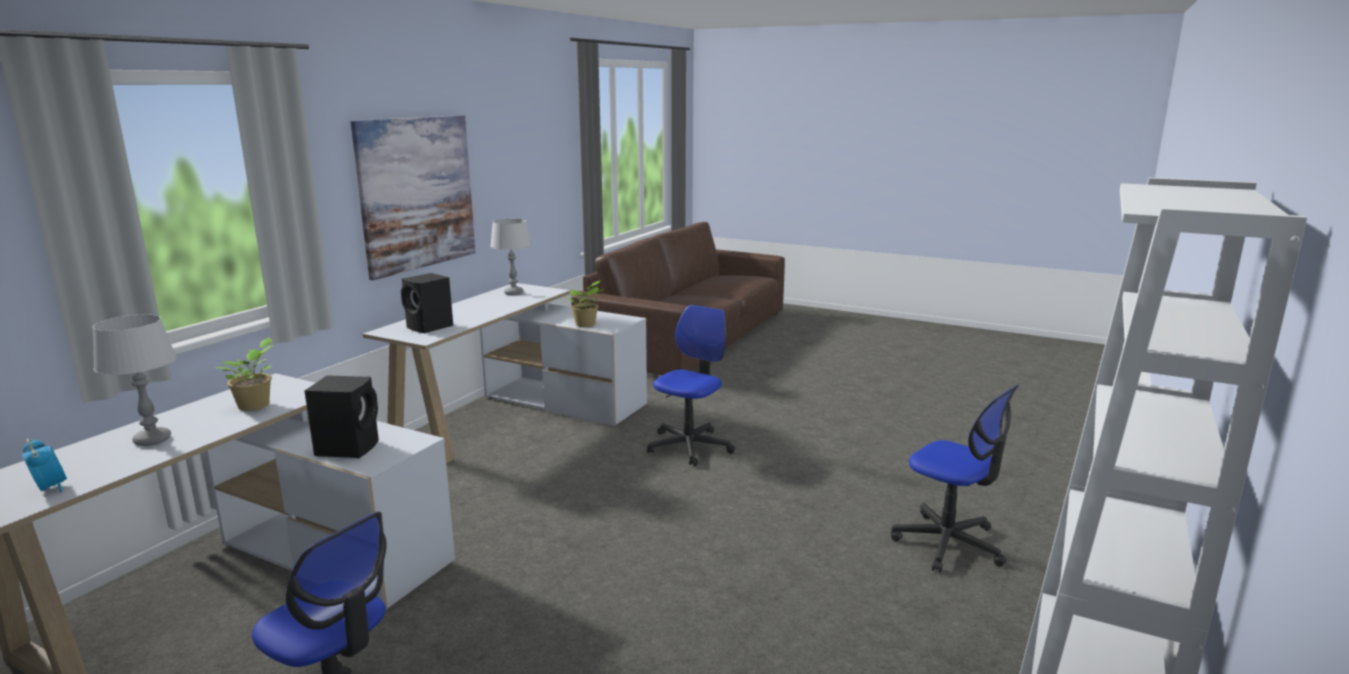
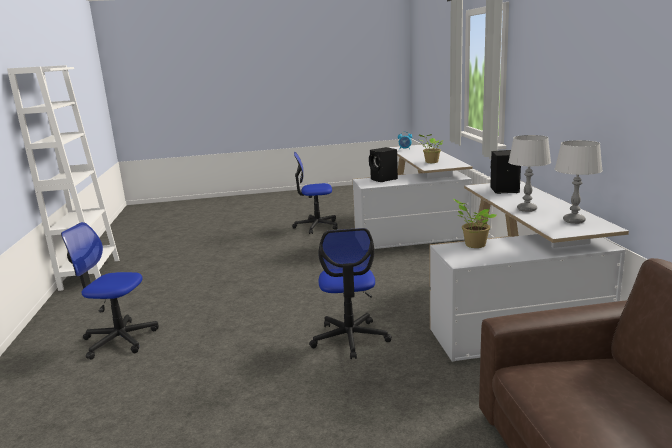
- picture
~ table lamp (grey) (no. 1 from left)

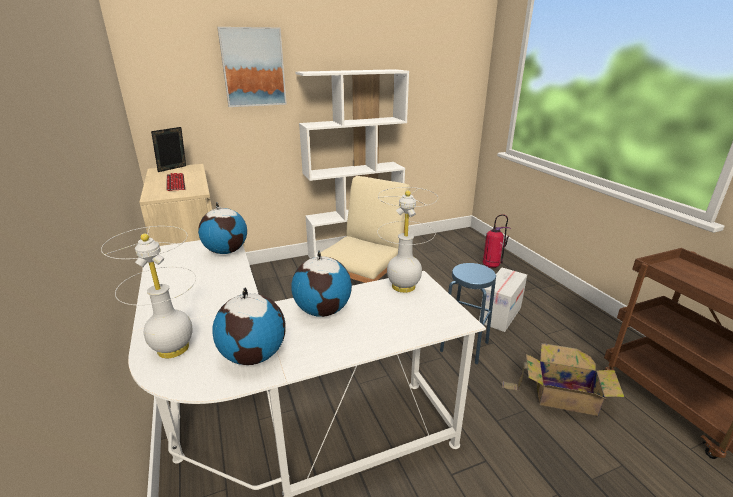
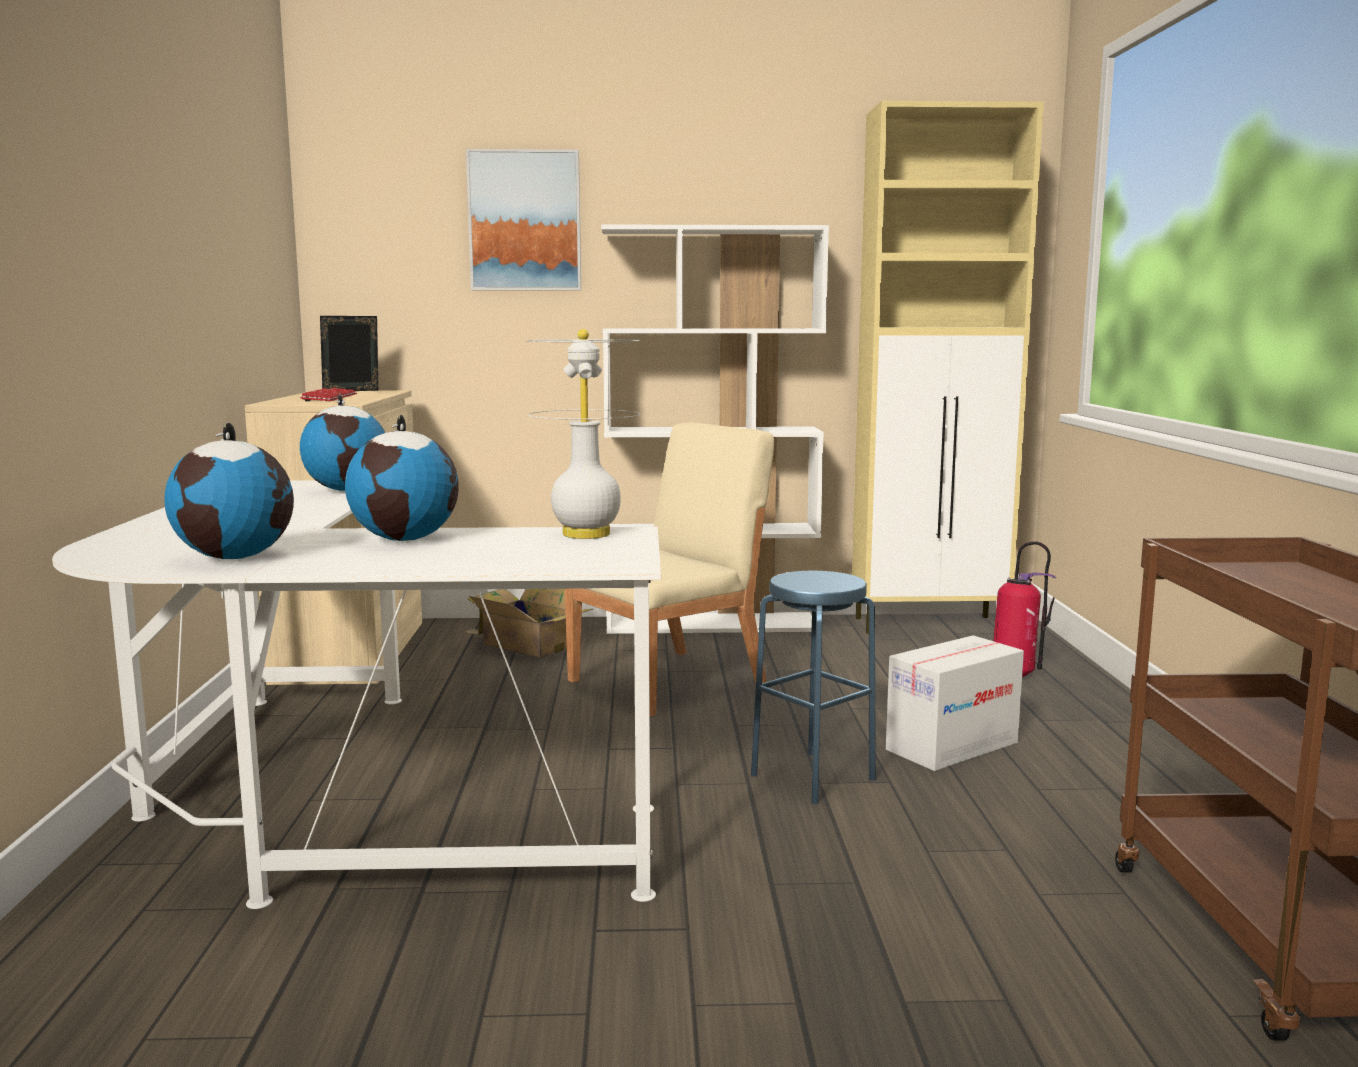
- table lamp (white) (no. 1 from left)
~ cardboard box (no. 2 from left in the first image) to cardboard box (no. 1 from left)
+ cabinet (beige) (no. 2 from left)

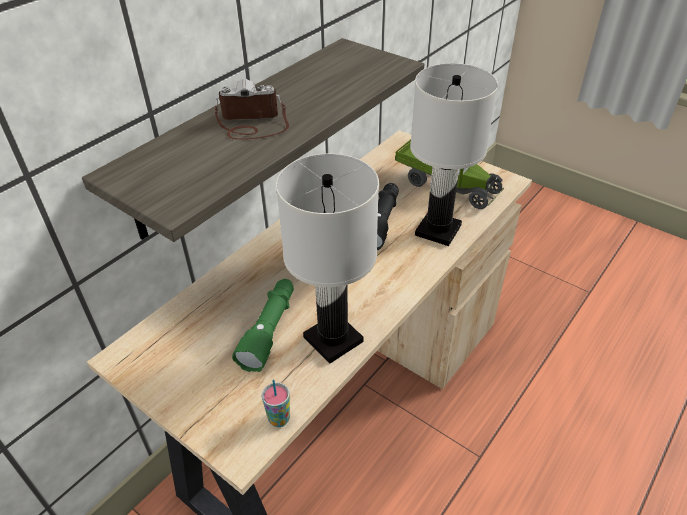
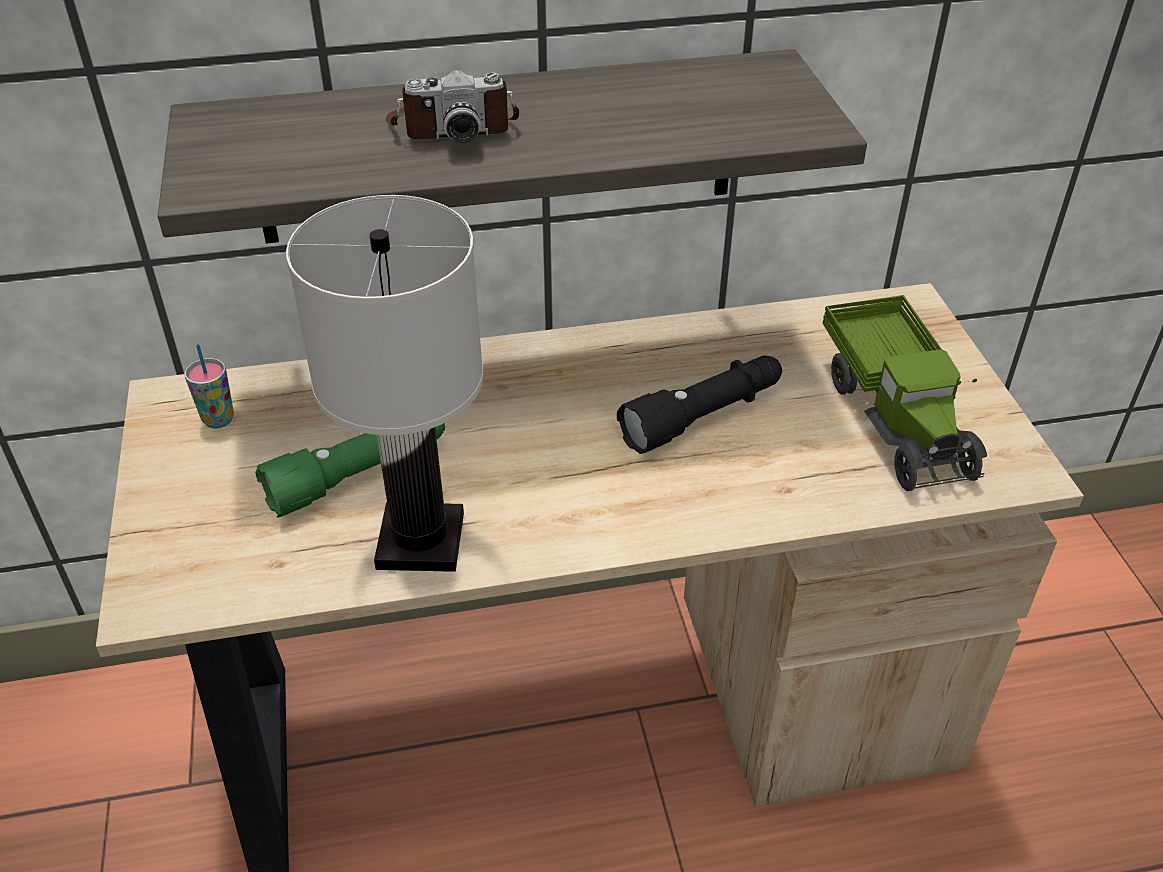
- table lamp (white) (no. 2 from left)
~ photo camera 135 degrees clockwise
~ cup

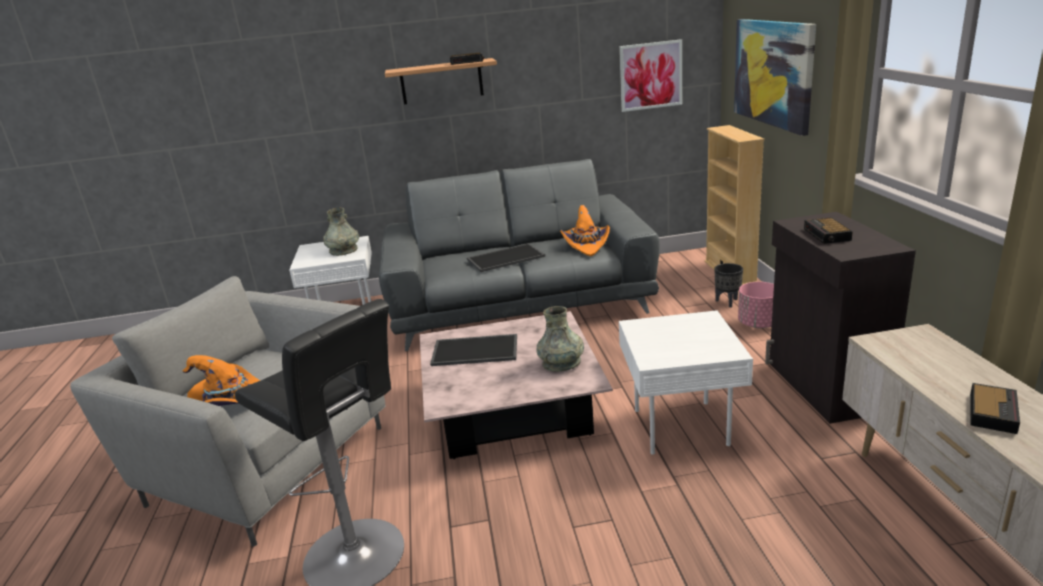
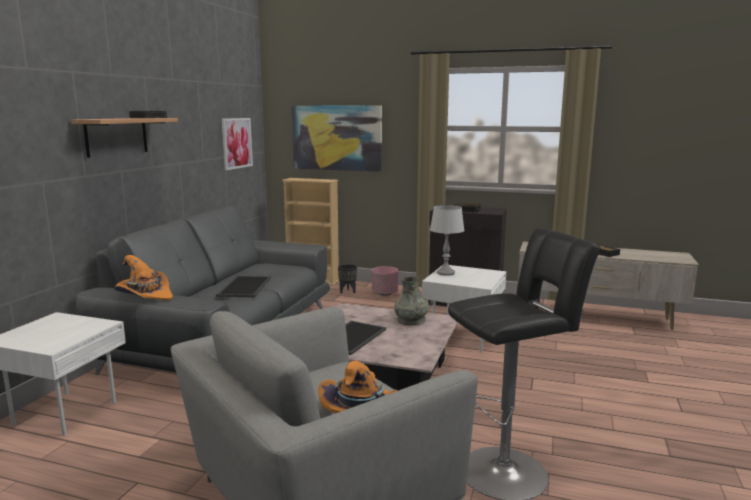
~ hat (orange) (no. 2 from left in the first image) to hat (orange) (no. 1 from left)
- vase (grey) (no. 1 from left)
+ table lamp (grey)

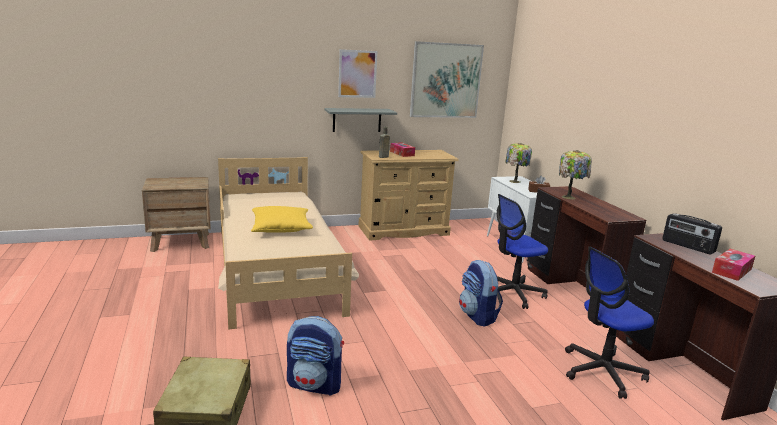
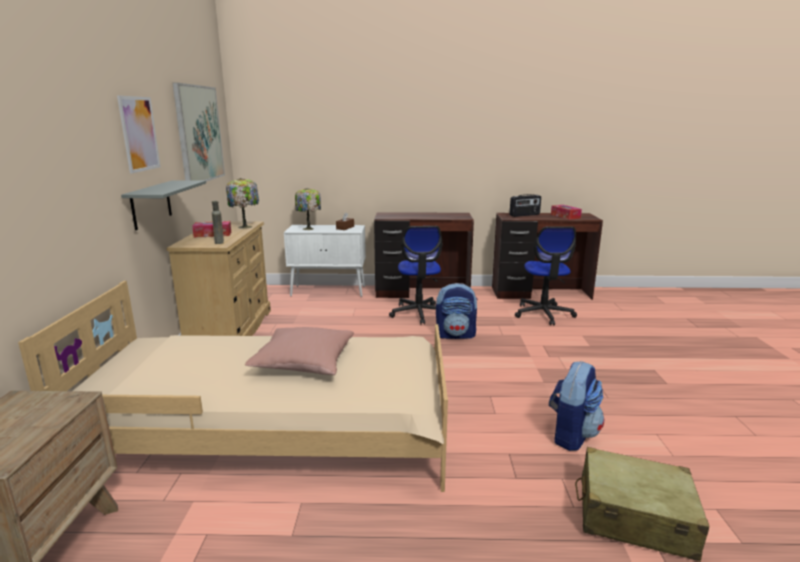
~ table lamp (no. 2 from left in the first image) to table lamp (no. 1 from left)
~ pillow (yellow) to pillow (pink)

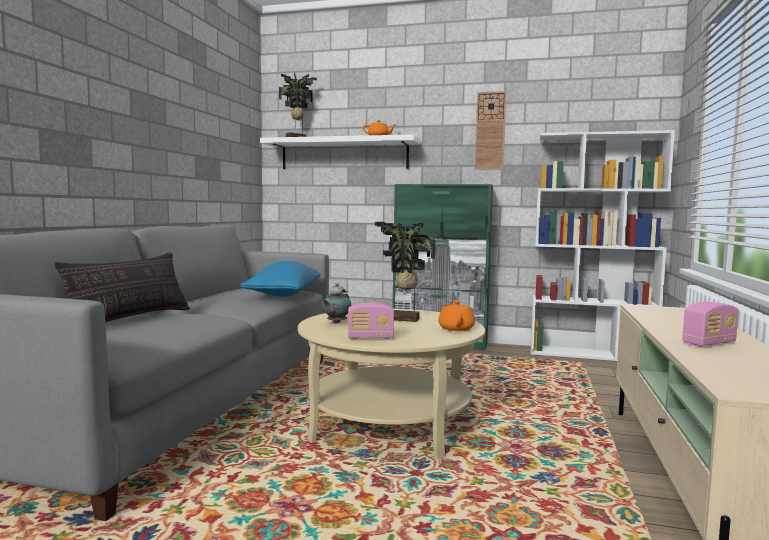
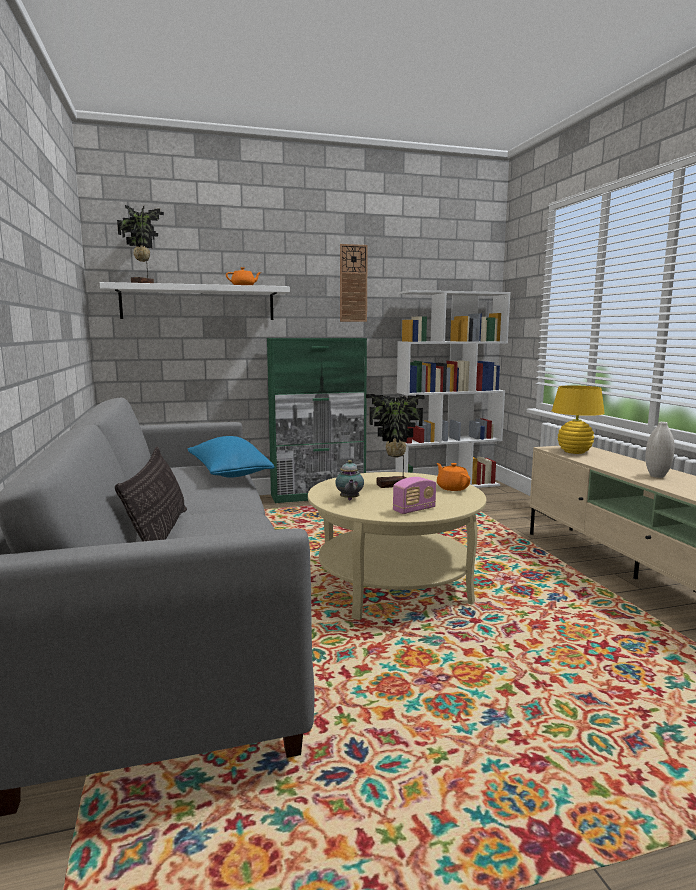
~ radio (no. 2 from left) to vase (white)
+ table lamp (yellow)

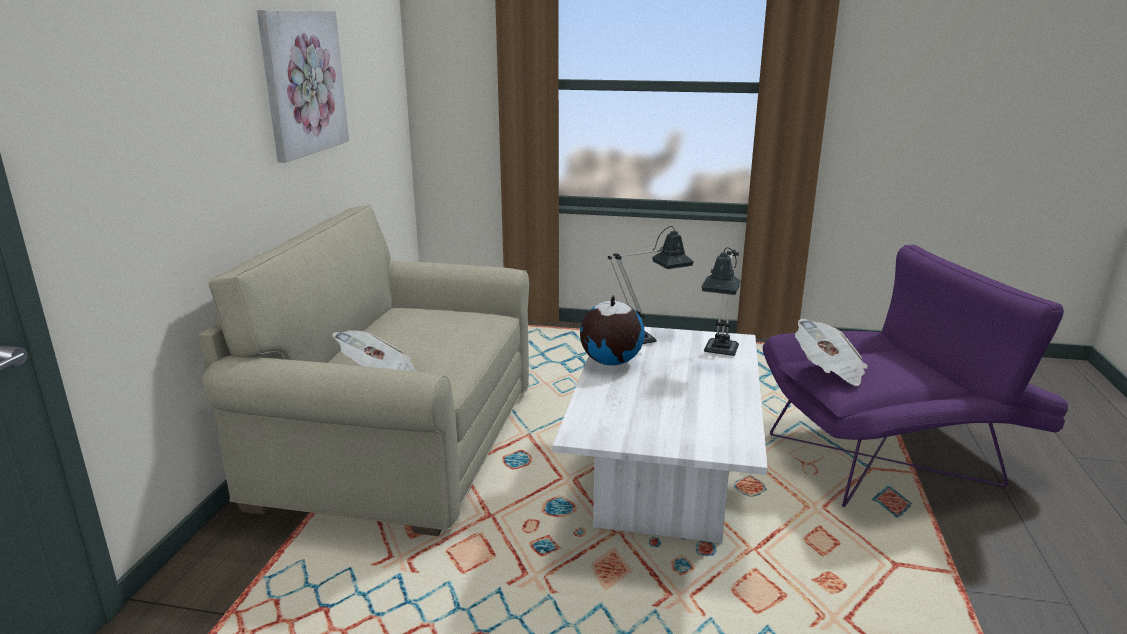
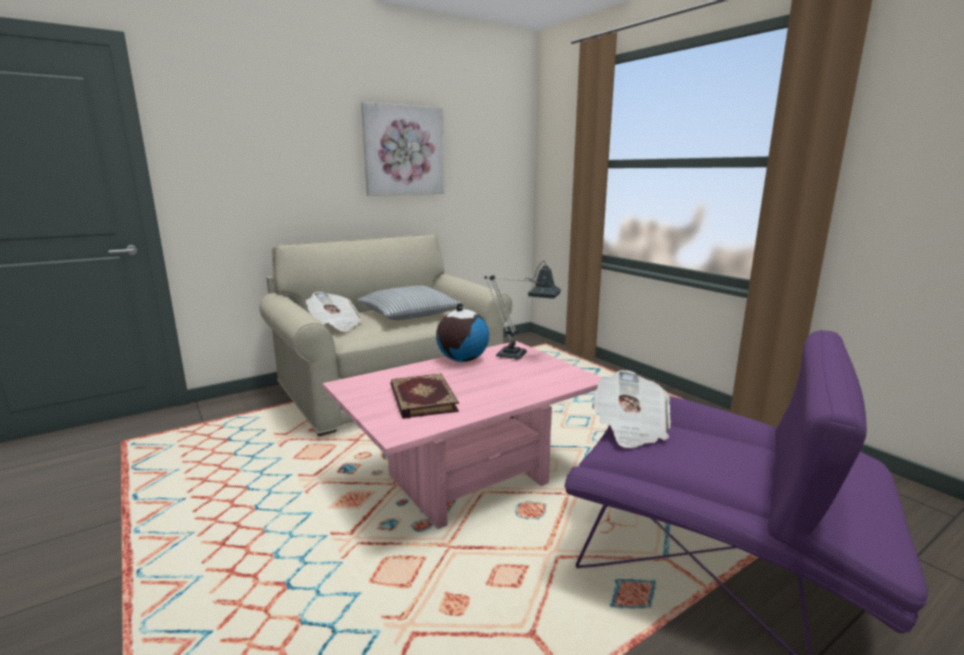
- table lamp (no. 2 from left)
~ coffee table (white) to coffee table (pink)
+ pillow
+ book

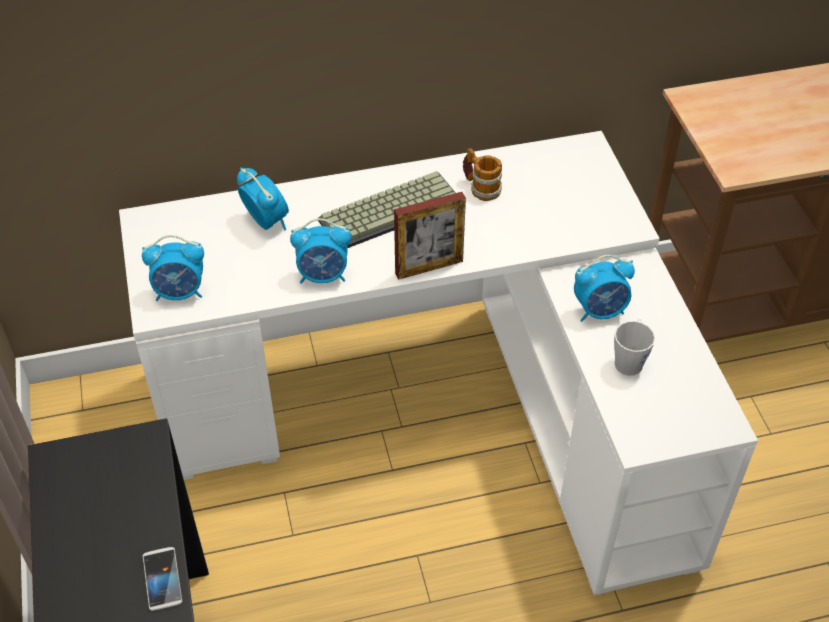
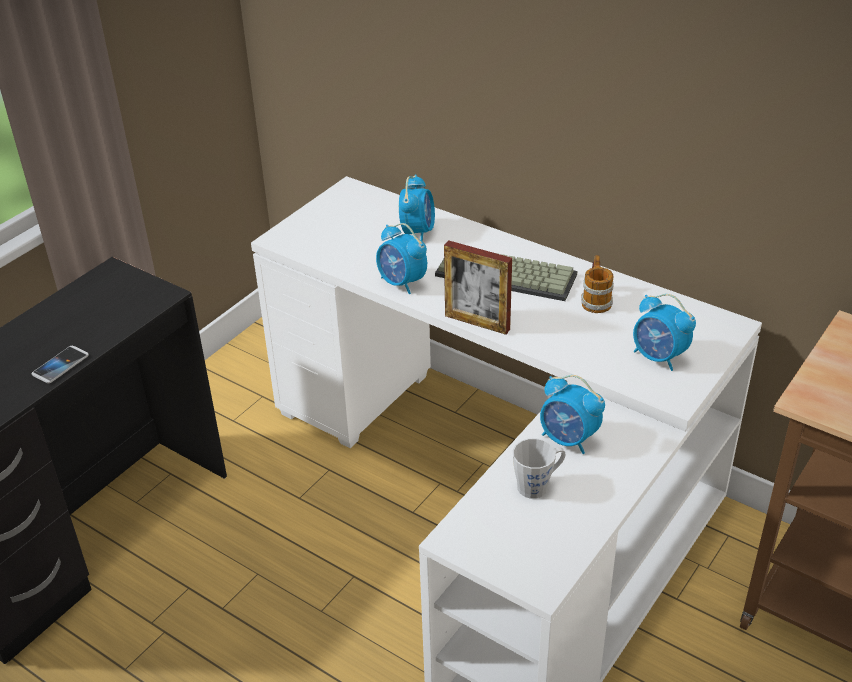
~ alarm clock (no. 1 from left in the first image) to alarm clock (no. 4 from left)

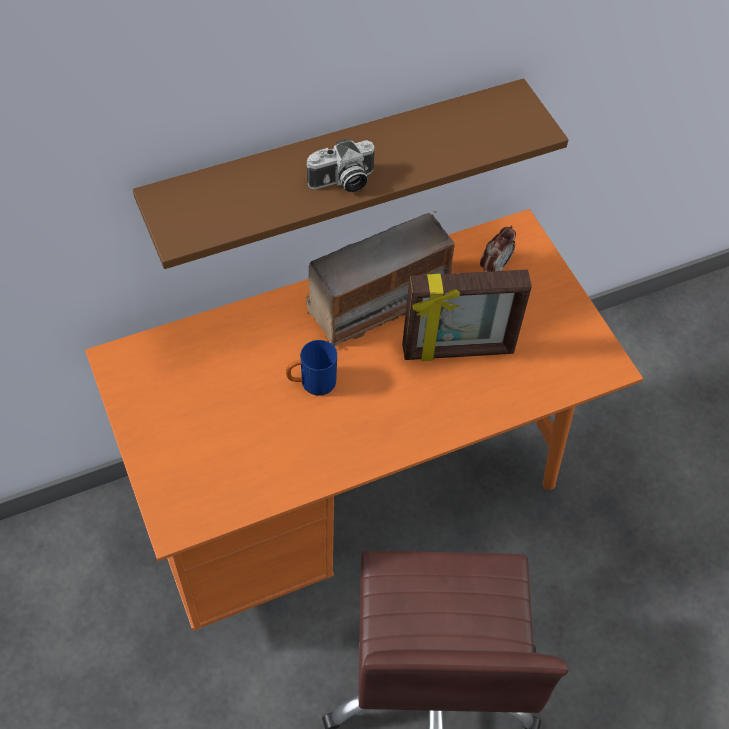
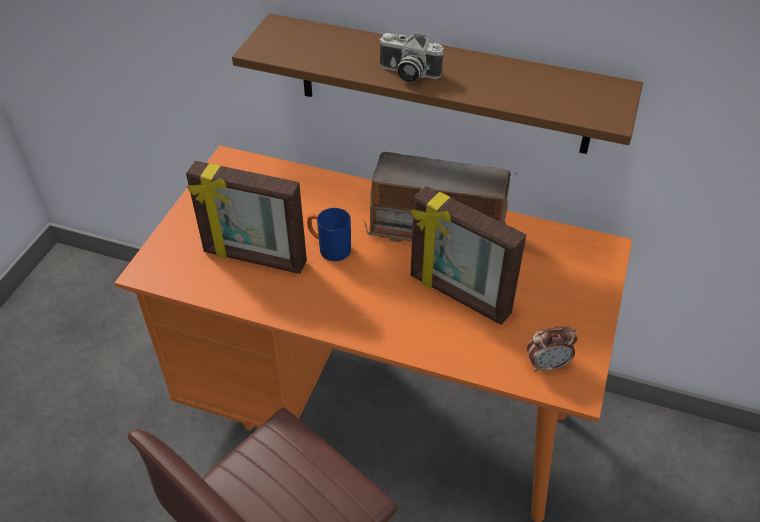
~ alarm clock
+ picture frame (no. 1 from left)

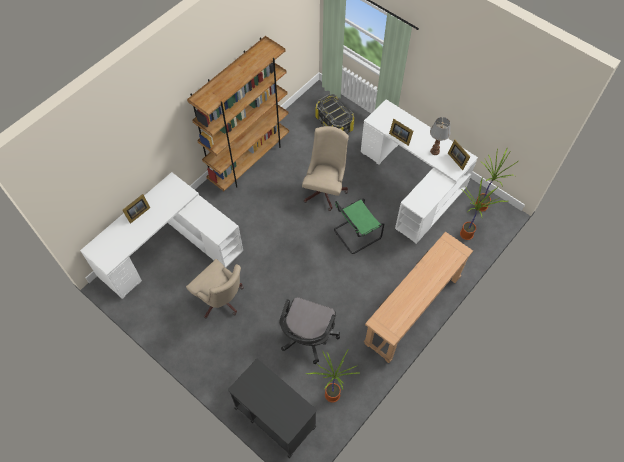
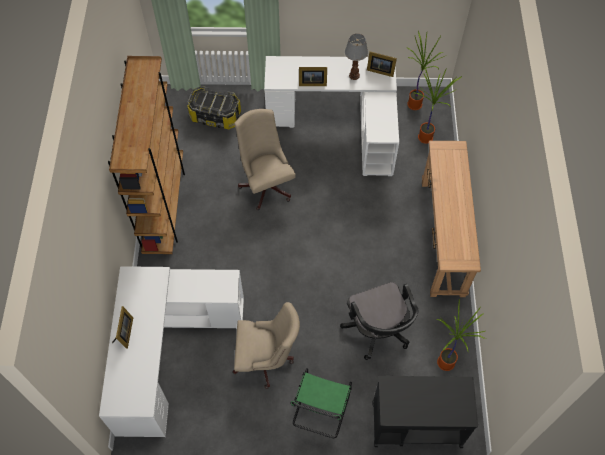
~ chair (green)

